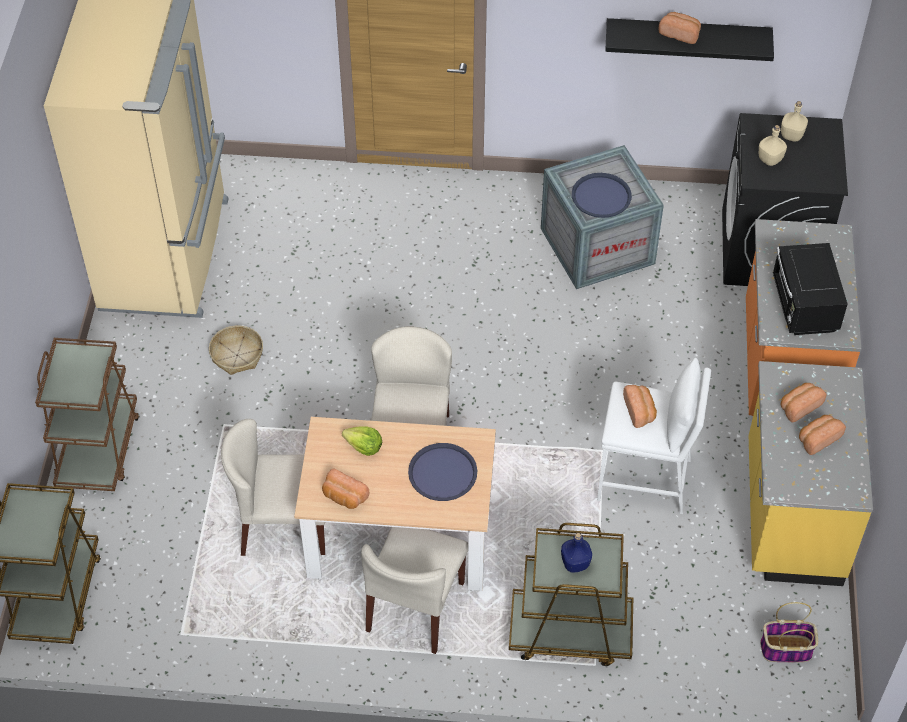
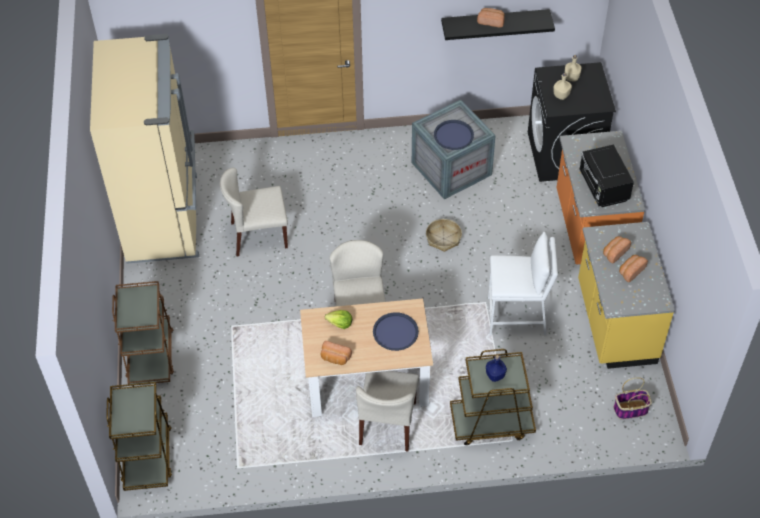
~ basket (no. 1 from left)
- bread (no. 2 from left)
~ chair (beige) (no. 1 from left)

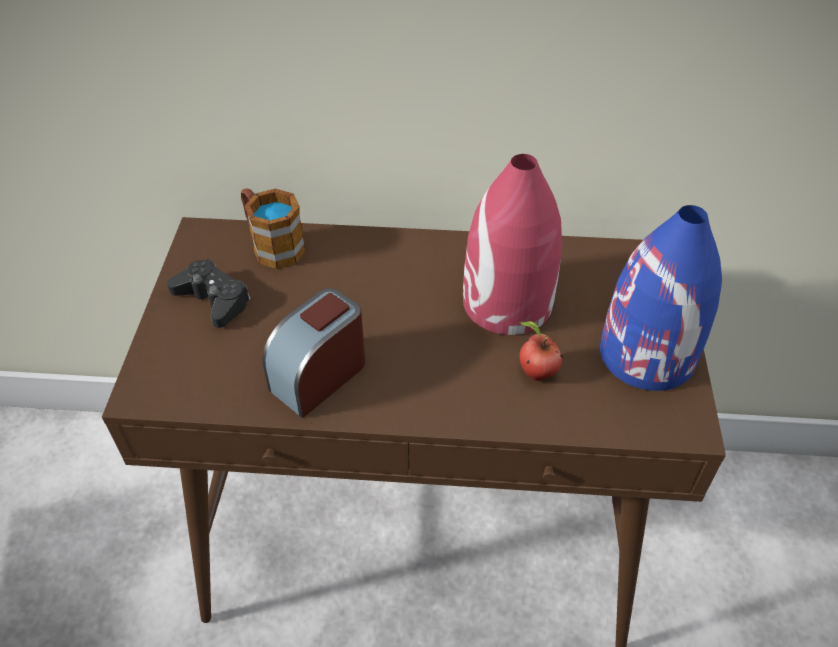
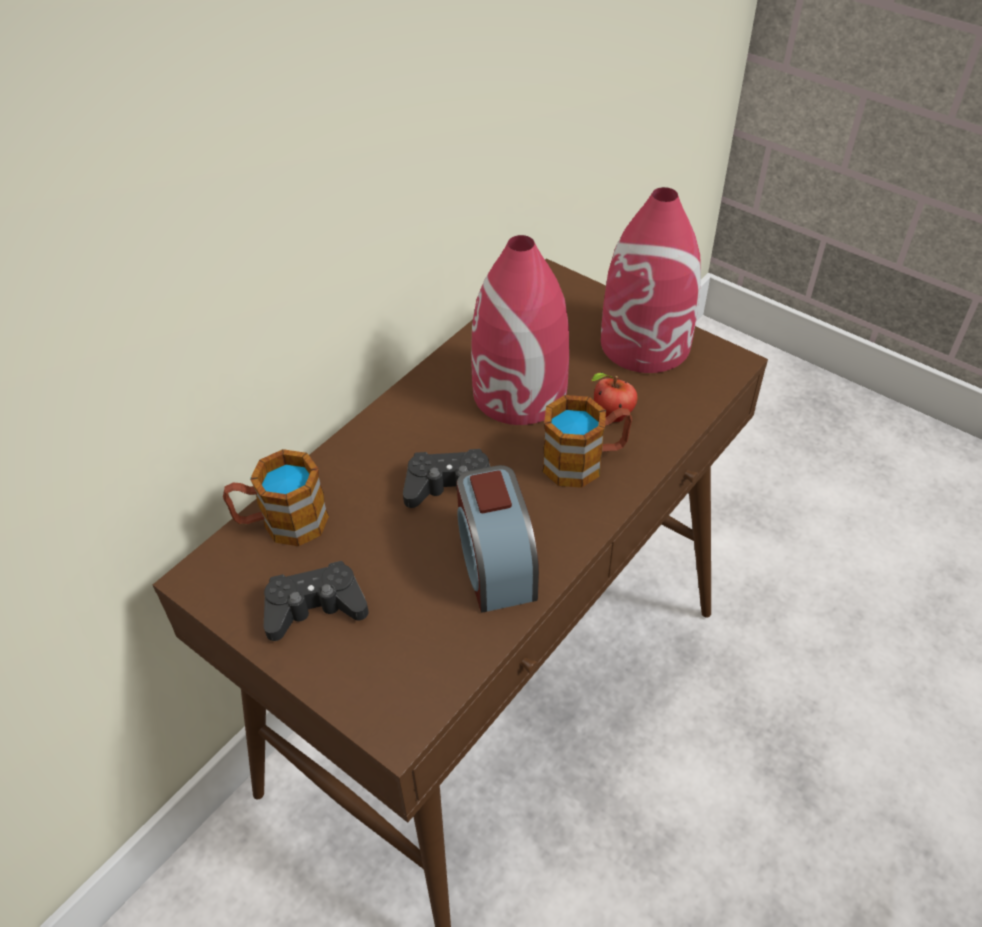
~ vase (blue) to vase (red) (no. 2 from left)
+ mug (no. 2 from left)
+ game controller (black) (no. 2 from left)

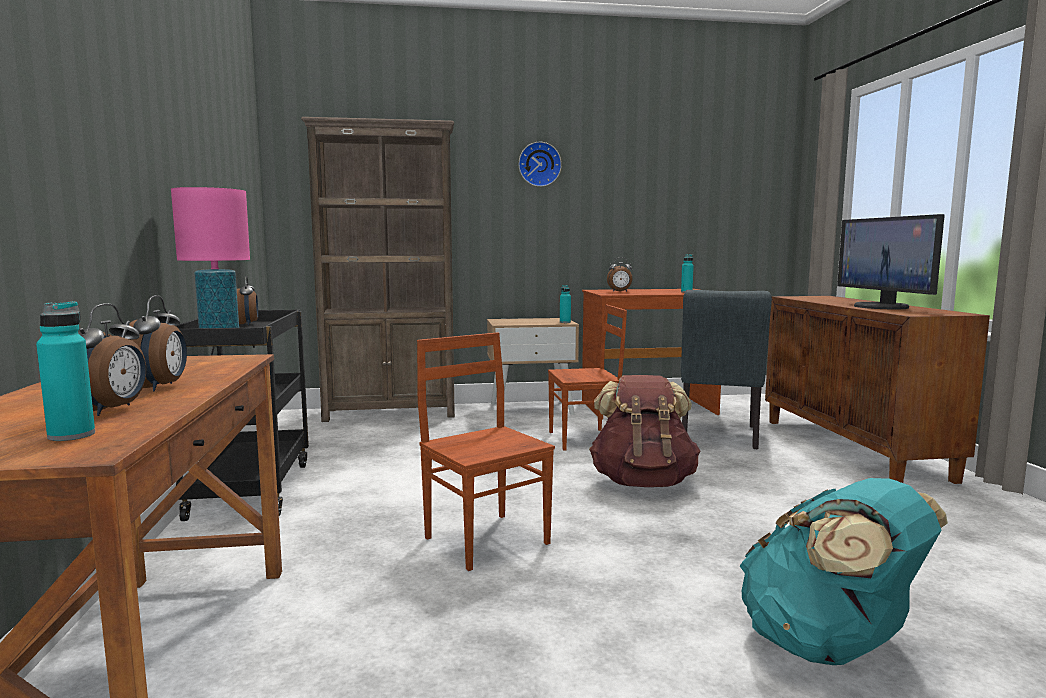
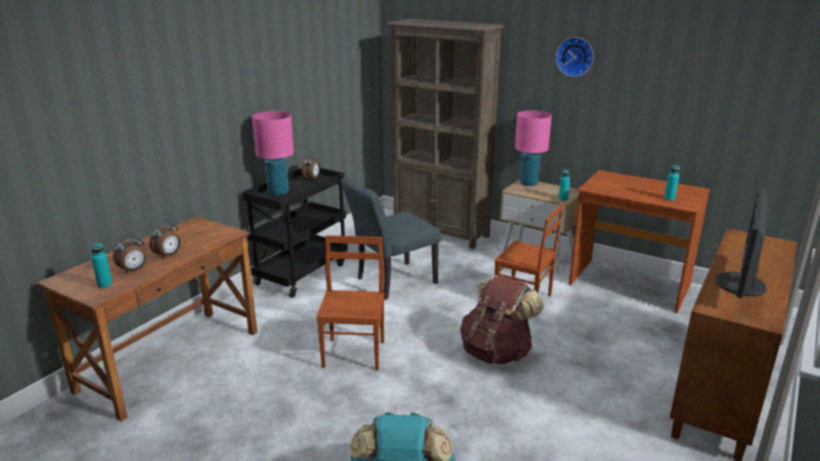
- alarm clock (no. 4 from left)
~ chair (grey)
+ table lamp (pink) (no. 2 from left)

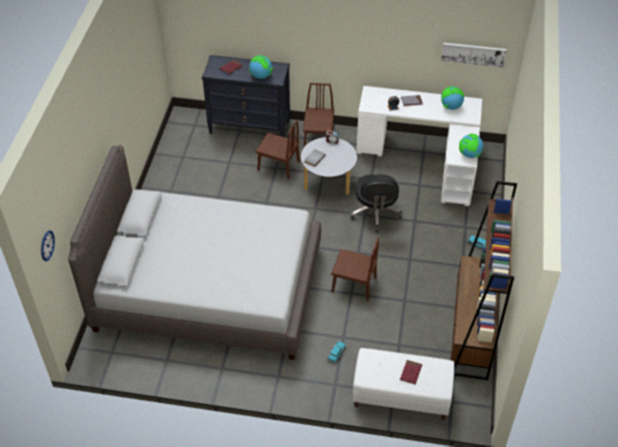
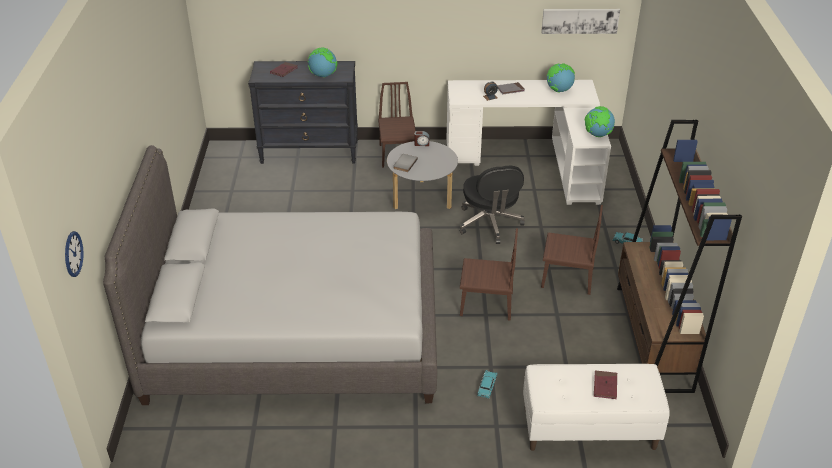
~ chair (brown) (no. 1 from left in the first image) to chair (brown) (no. 3 from left)

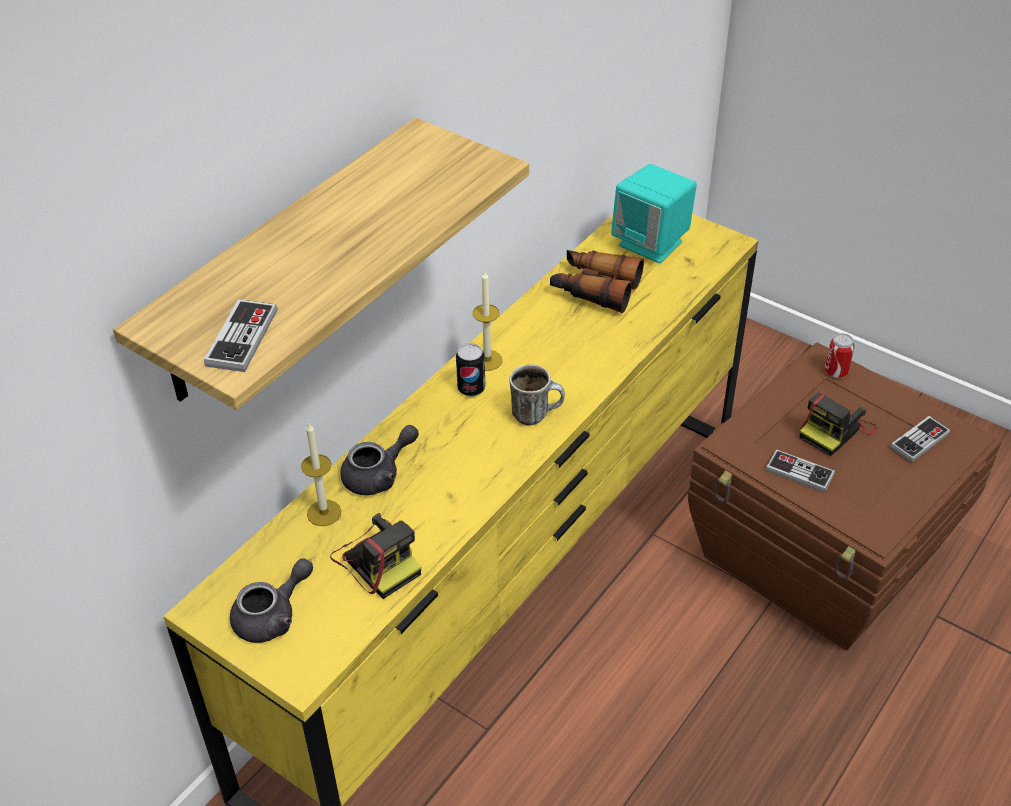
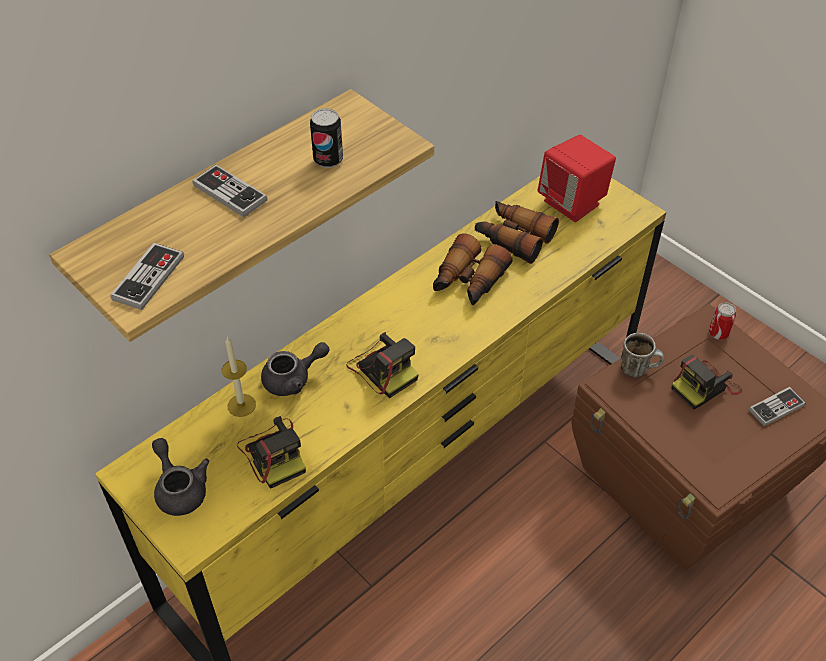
~ speaker (turquoise) to speaker (red)
- candle (no. 2 from left)
~ can (no. 1 from left)
~ mug
~ game controller (no. 2 from left)
~ teapot (grey) (no. 1 from left) 90 degrees counterclockwise
+ binoculars (no. 1 from left)
+ photo camera (no. 2 from left)

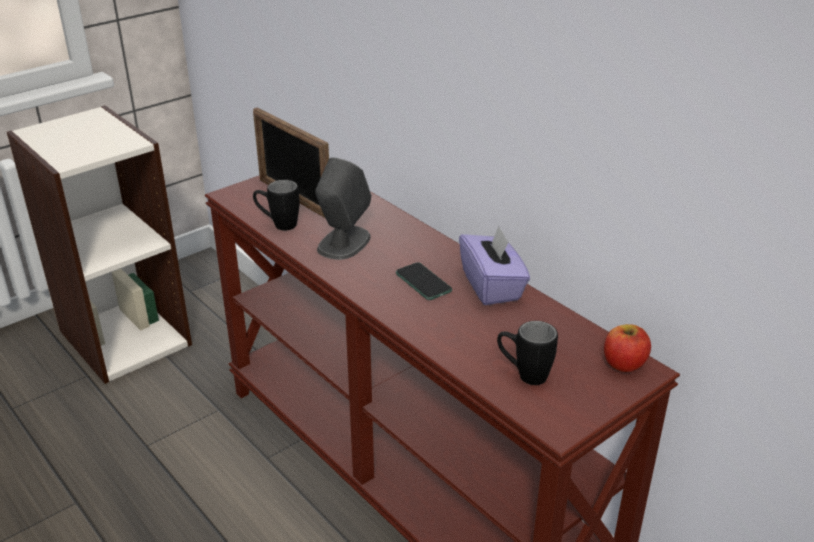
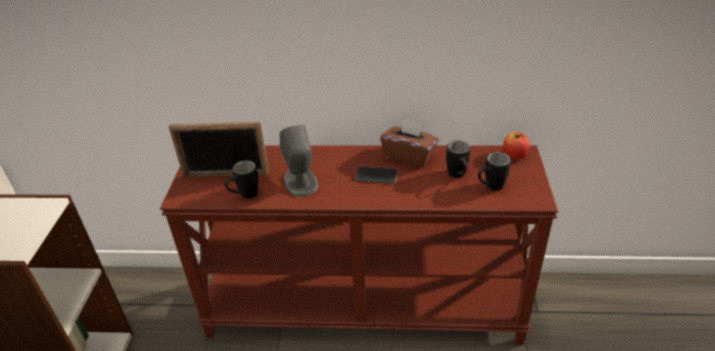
~ tissue box (purple) to tissue box (brown)
+ mug (black) (no. 2 from left)

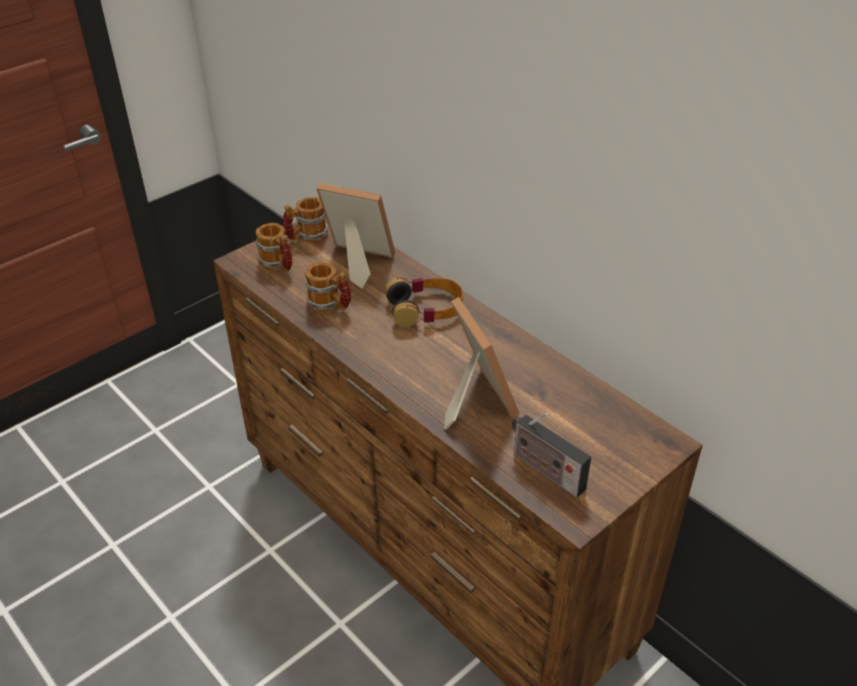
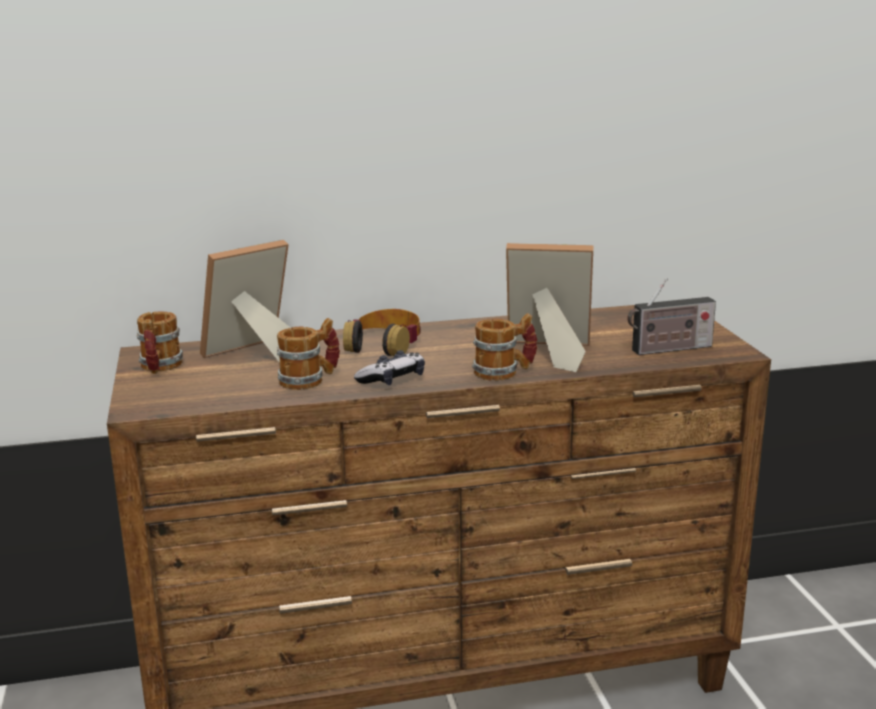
~ mug (no. 1 from left in the first image) to mug (no. 3 from left)
+ game controller

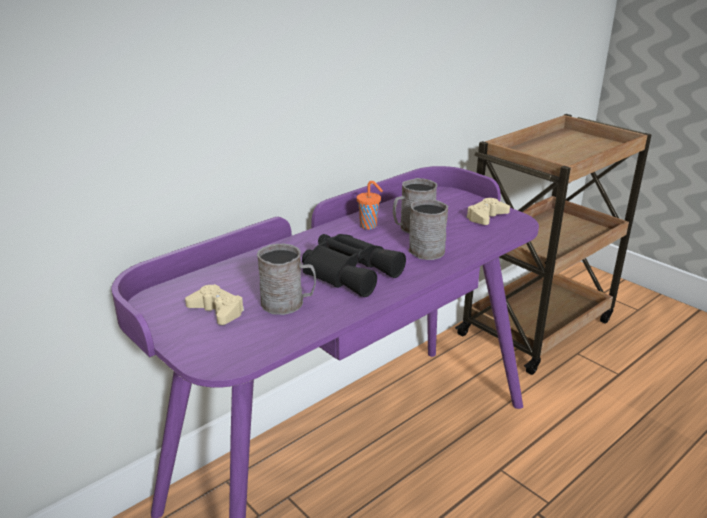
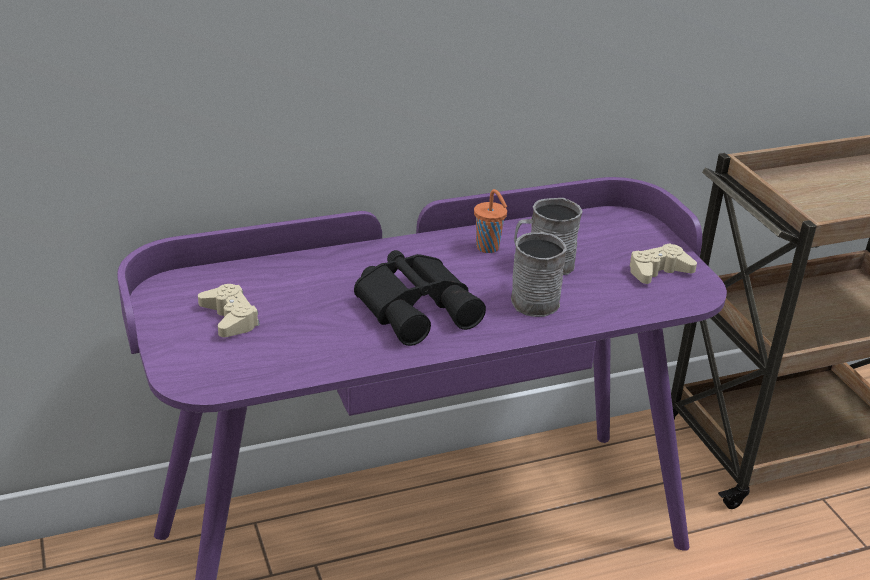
- mug (grey) (no. 1 from left)

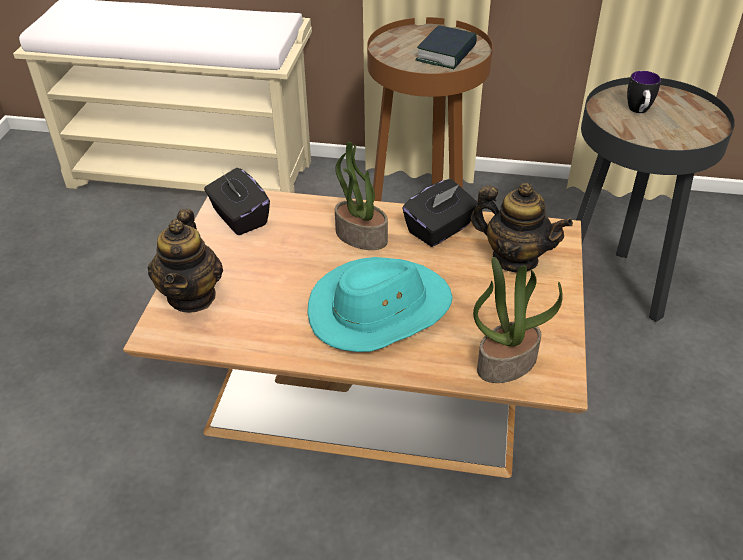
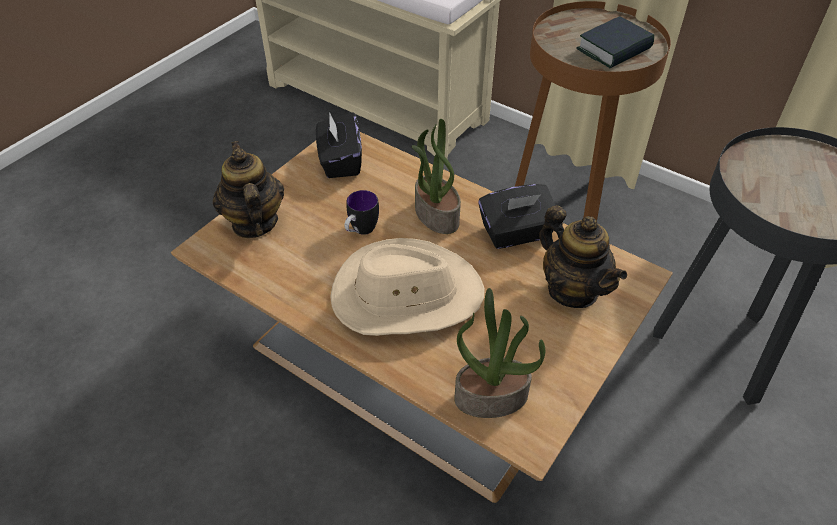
~ mug
~ teapot (no. 1 from left) 135 degrees clockwise
~ hat (turquoise) to hat (beige)

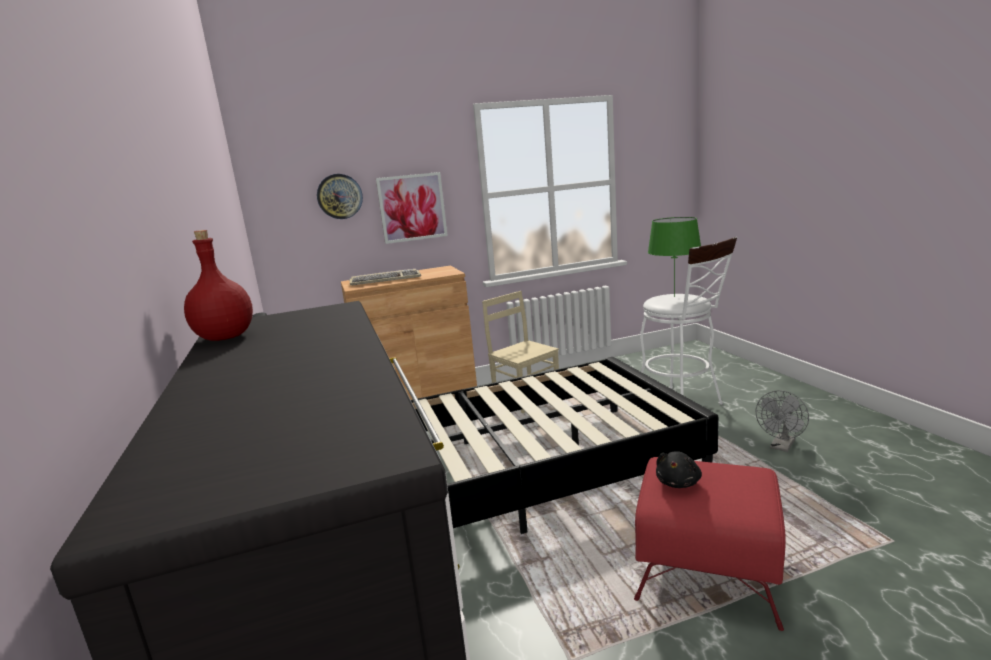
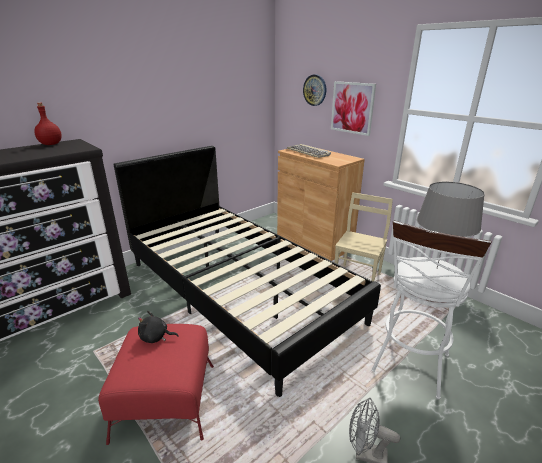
~ table lamp (green) to table lamp (grey)

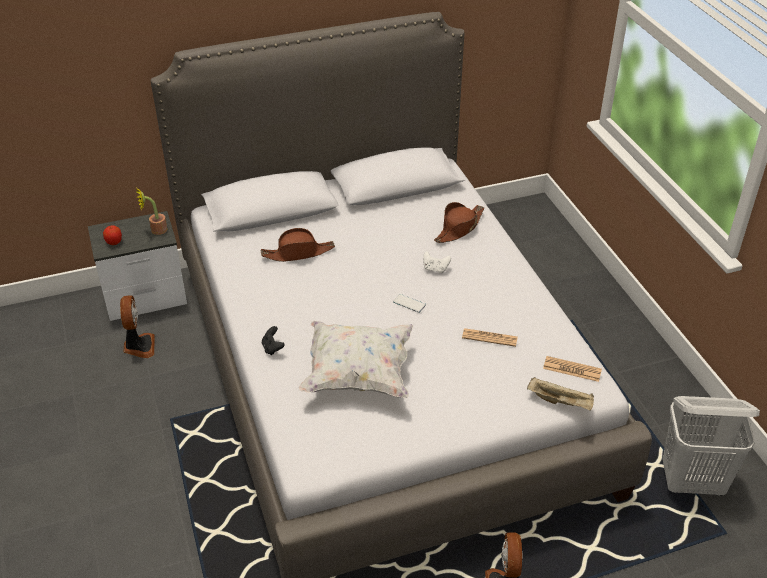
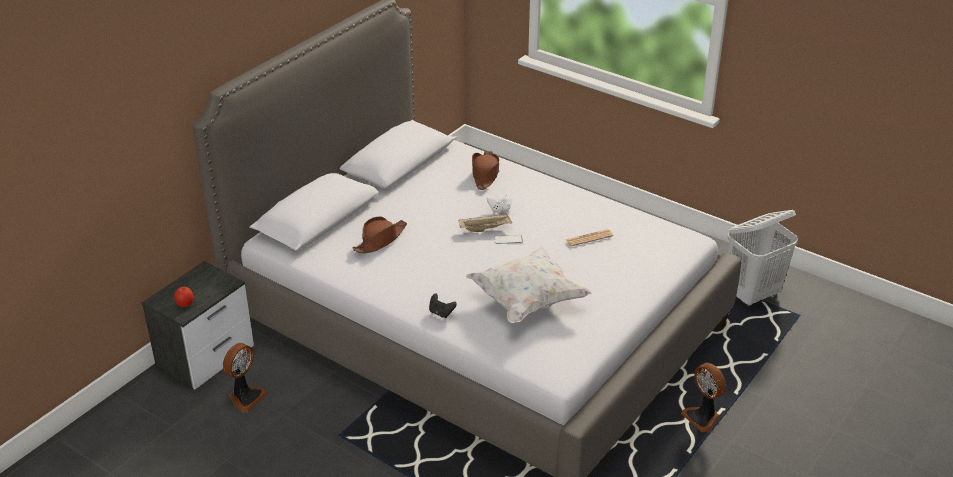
- potted plant
~ fan (no. 1 from left) 75 degrees clockwise
- newspaper (no. 2 from left)
~ tray (beige)

